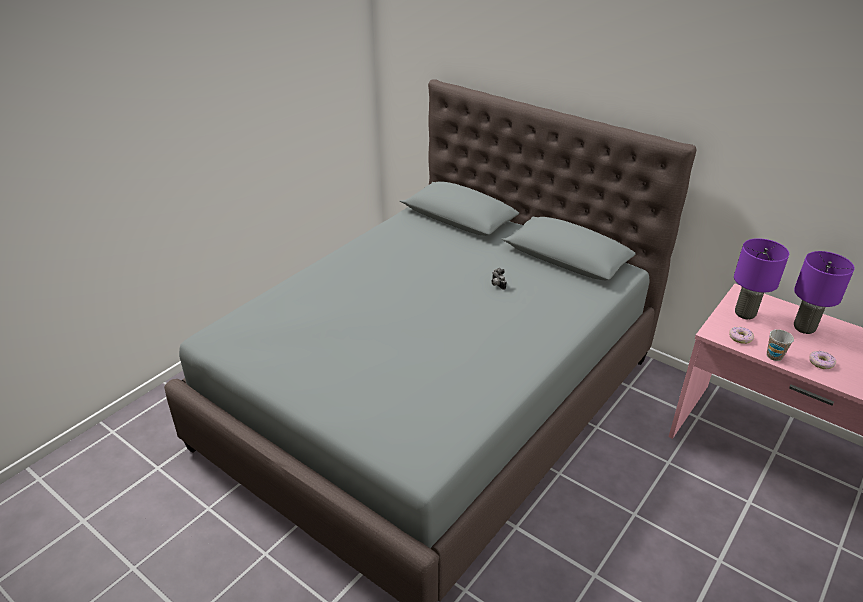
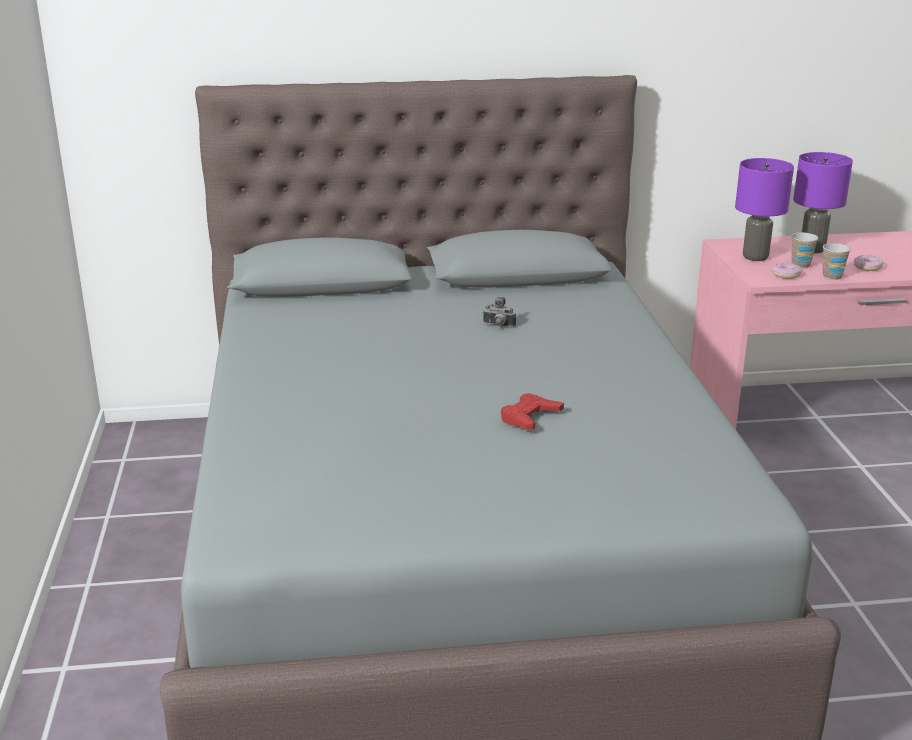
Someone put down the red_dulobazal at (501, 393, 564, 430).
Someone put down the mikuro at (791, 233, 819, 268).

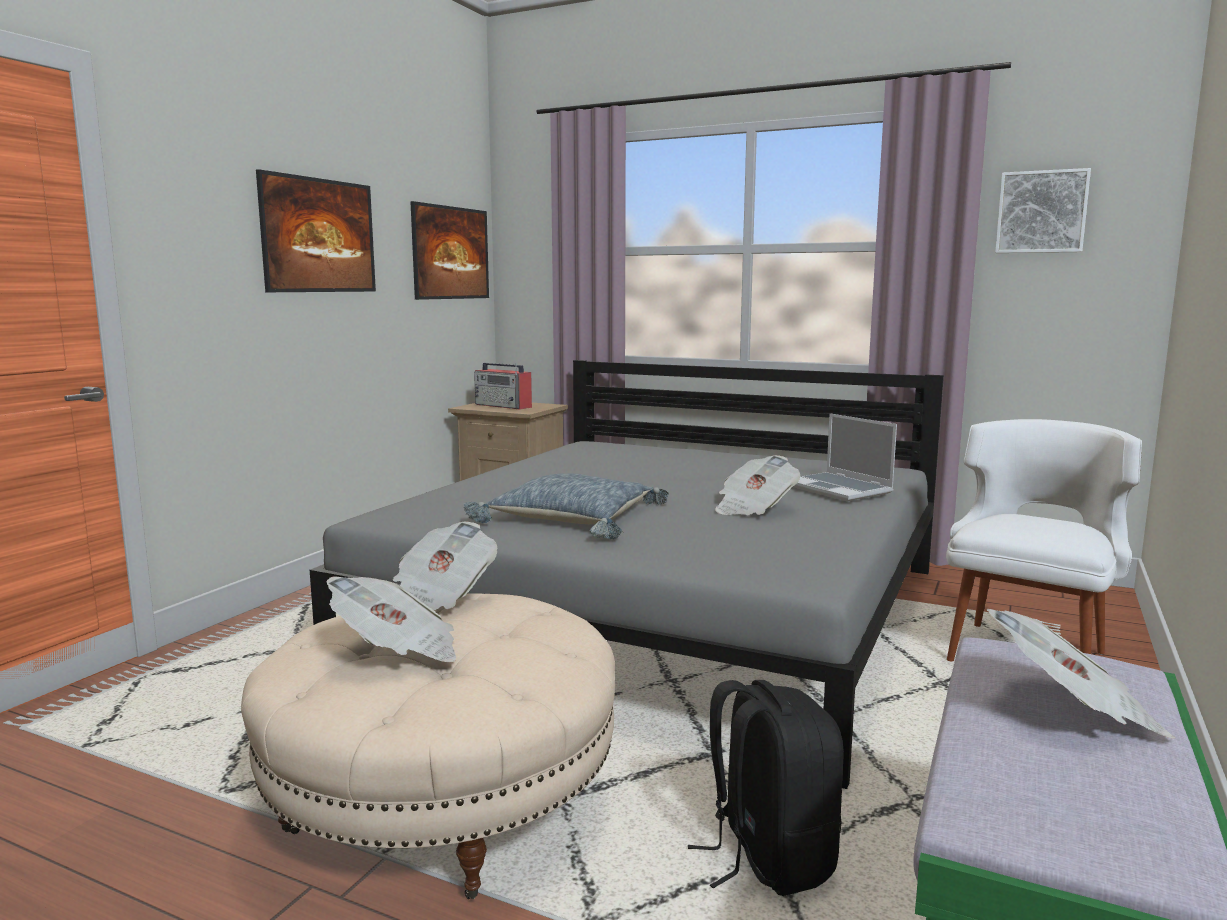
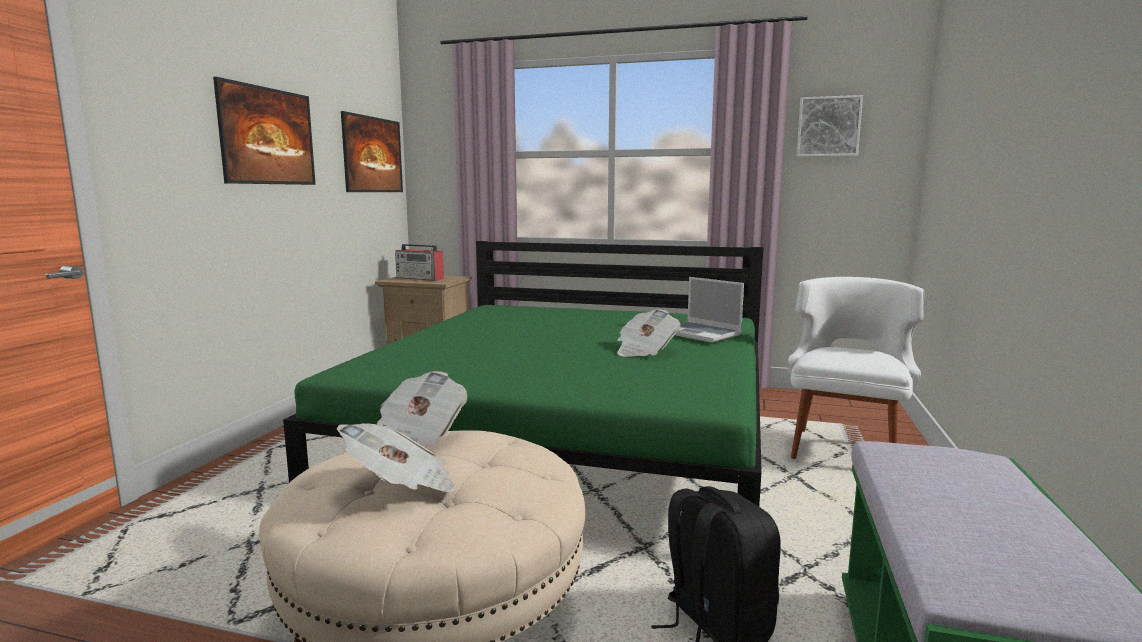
Someone repainted the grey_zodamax at (310, 360, 944, 789), which became the green_zodamax at (283, 241, 763, 506).
Someone took away the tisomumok at (463, 473, 669, 540).
Someone took away the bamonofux at (987, 609, 1176, 739).

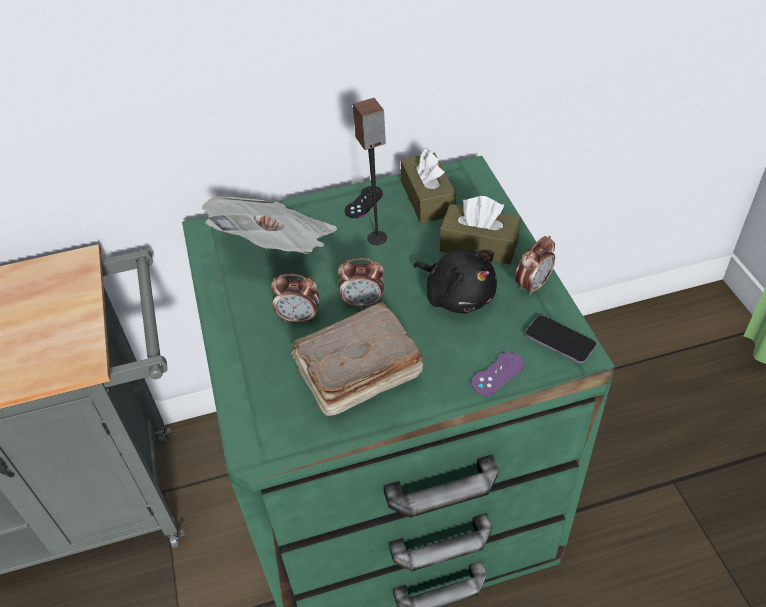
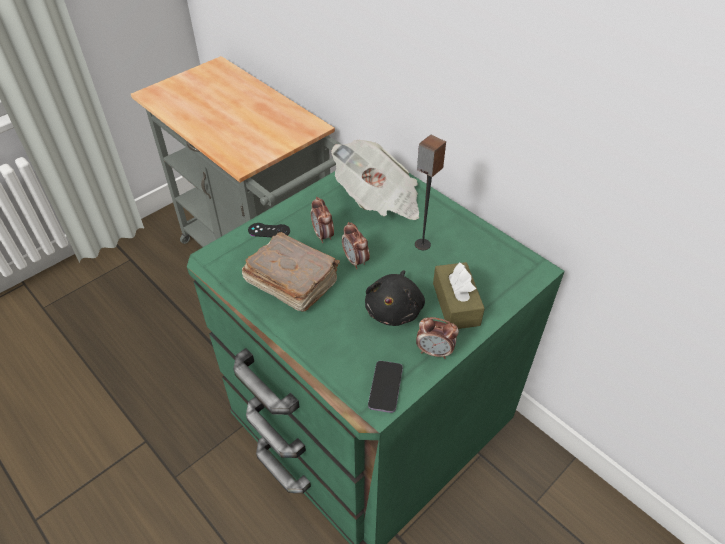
Someone carried the black_dulobazal from (345, 186, 383, 218) to (248, 223, 290, 237).
Someone took away the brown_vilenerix at (401, 148, 456, 223).
Someone took away the purple_dulobazal at (471, 352, 524, 395).

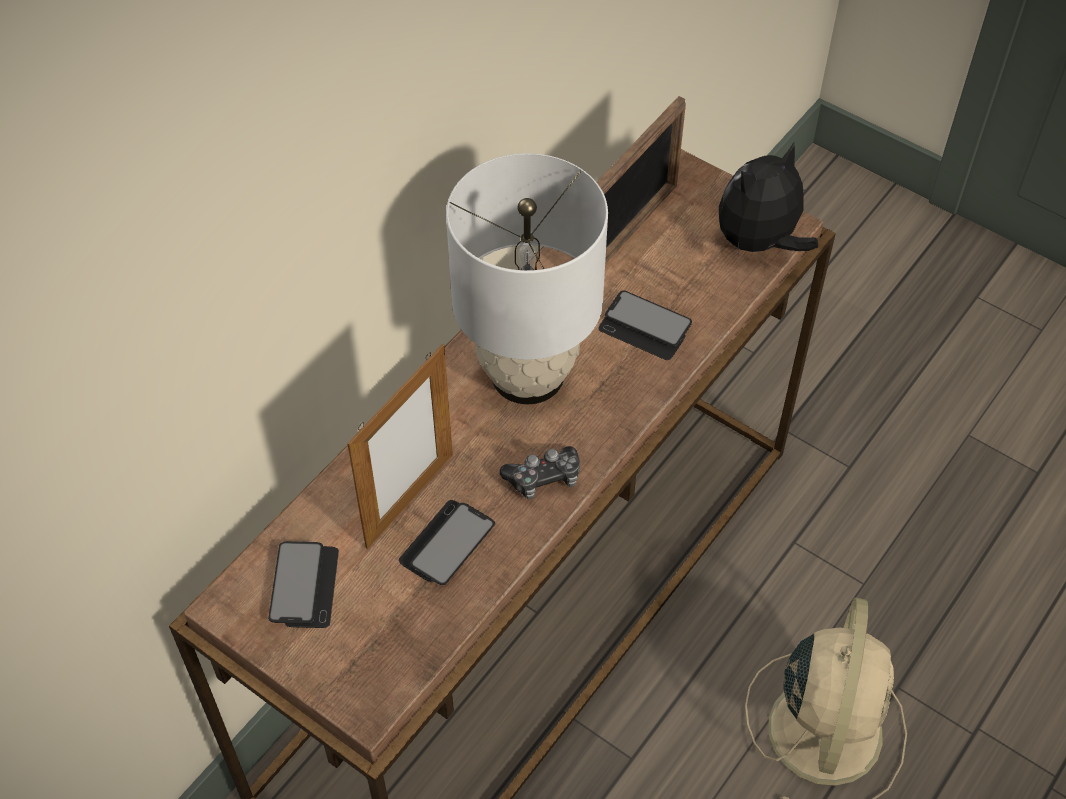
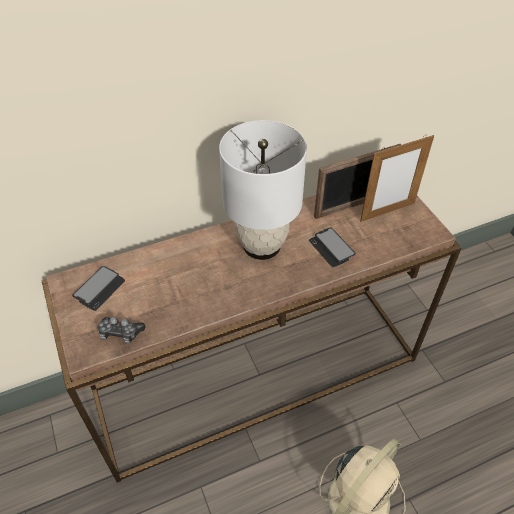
Someone carried the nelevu from (347, 344, 453, 549) to (360, 135, 434, 222).
Someone took away the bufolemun at (399, 500, 495, 585).
Someone carried the dulobazal from (500, 446, 580, 499) to (98, 317, 146, 344).
Someone took away the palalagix at (719, 142, 818, 256).

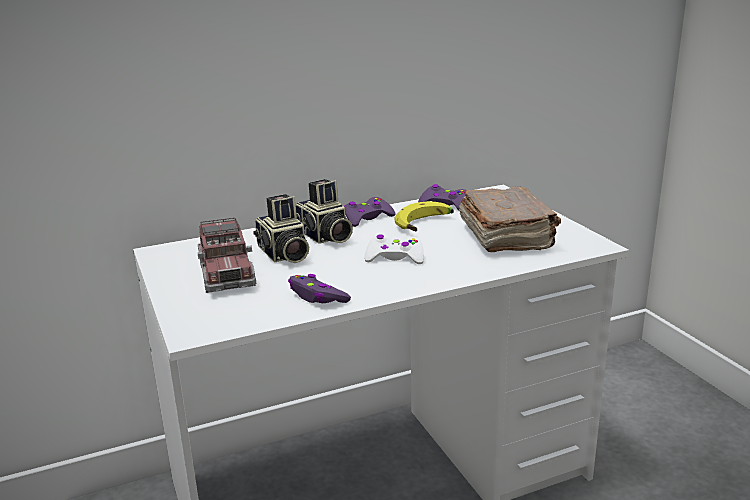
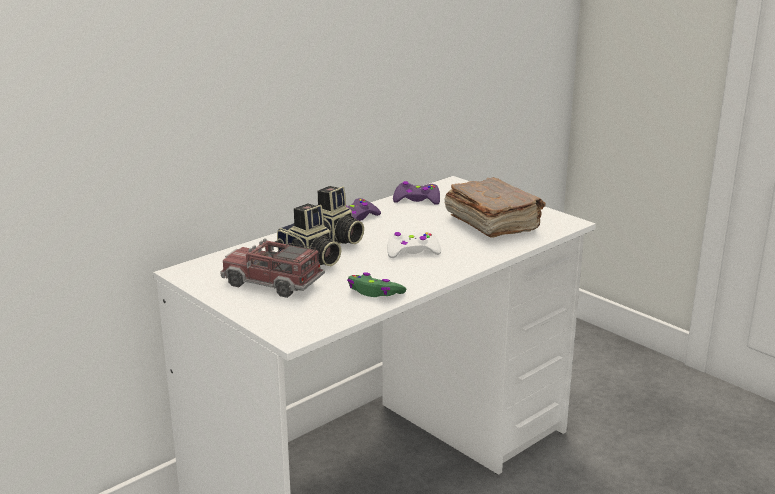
Someone rotated the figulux at (198, 218, 256, 293) by 150 degrees clockwise.
Someone repainted the purple_dulobazal at (288, 274, 351, 303), which became the green_dulobazal at (347, 272, 406, 297).
Someone took away the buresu at (394, 201, 454, 231).

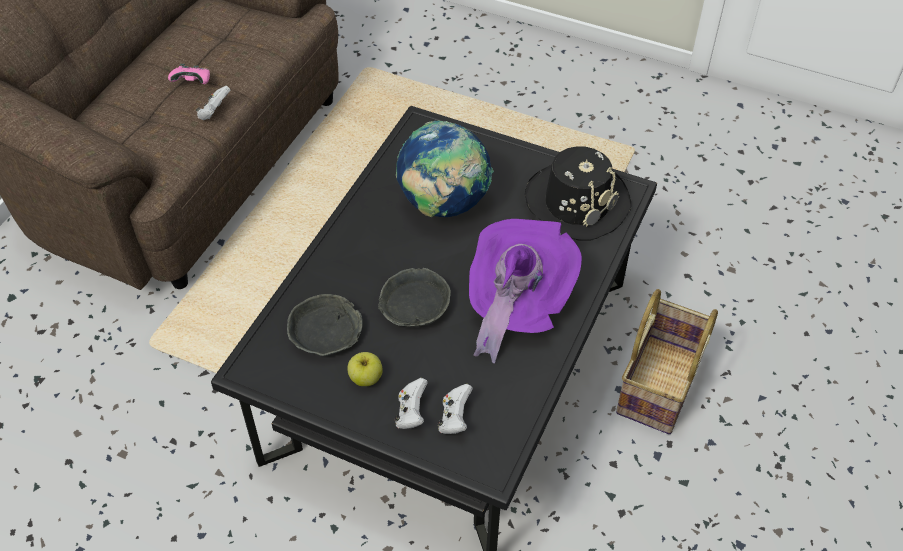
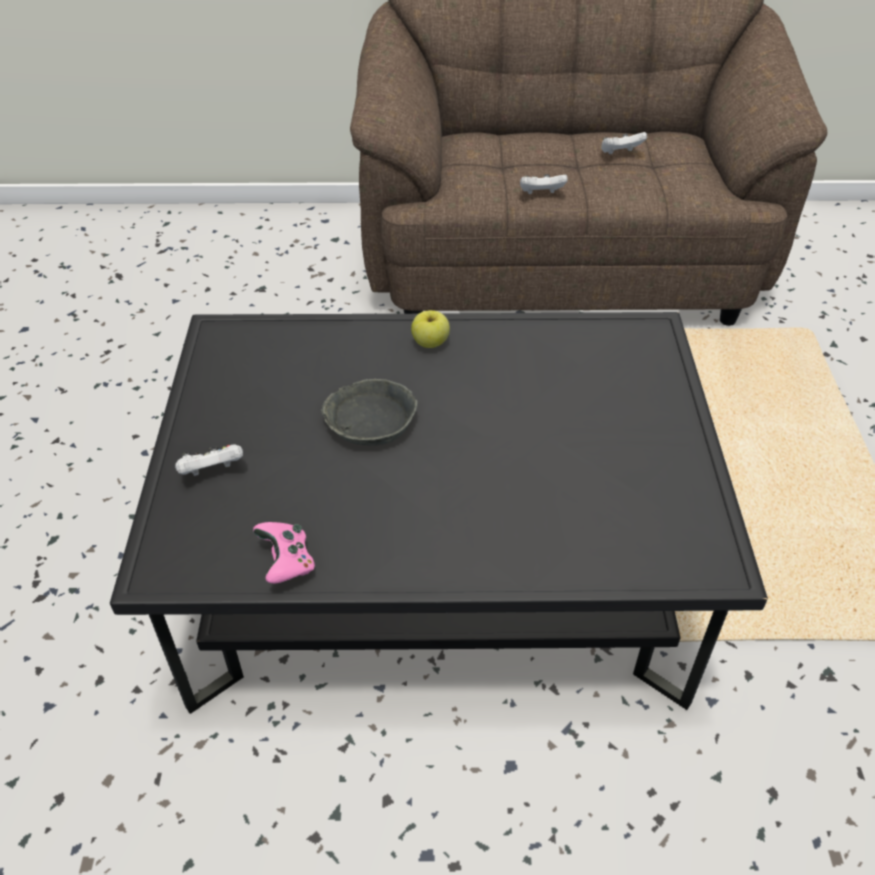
Someone carried the pink_dulobazal from (168, 64, 210, 84) to (253, 522, 315, 584).
Someone took away the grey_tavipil at (287, 294, 363, 356).
Someone carried the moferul from (347, 352, 383, 386) to (411, 310, 450, 348).
Someone took away the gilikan at (396, 120, 494, 217).
Someone carried the white_dulobazal from (438, 384, 473, 434) to (601, 132, 647, 155).
Someone took away the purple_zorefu at (469, 219, 582, 364).
Someone took away the black_zorefu at (525, 146, 631, 241).
Someone took away the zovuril at (616, 289, 718, 434).

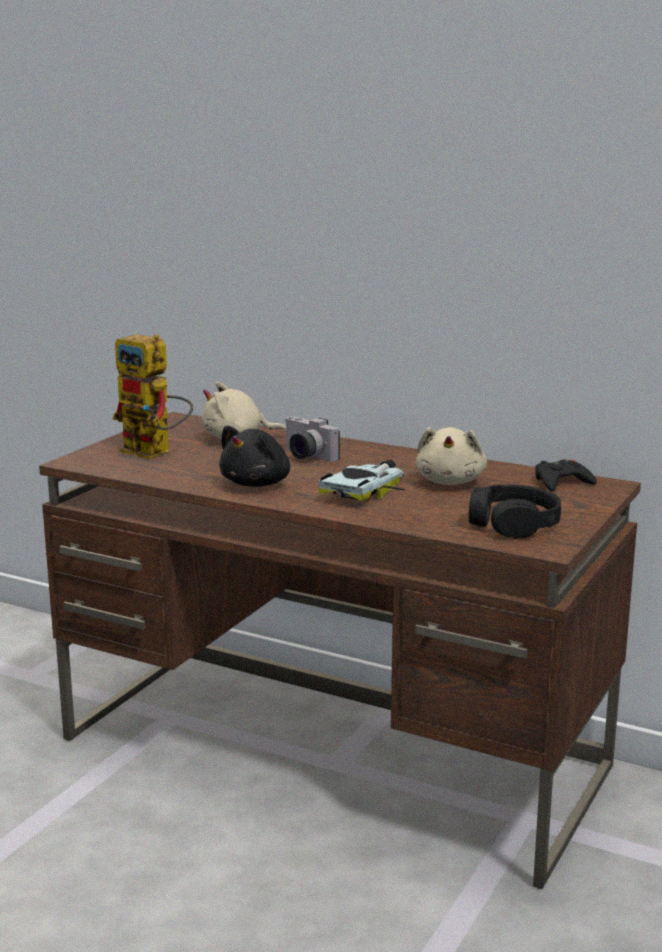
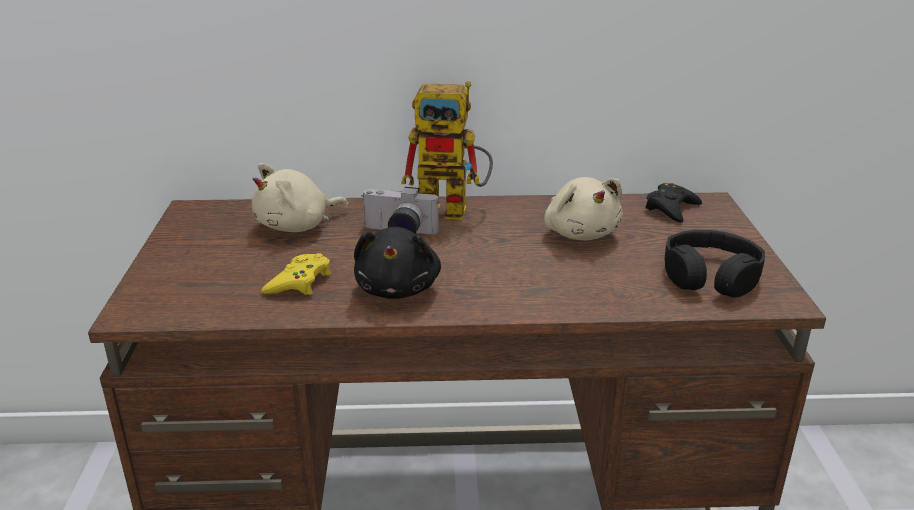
Someone carried the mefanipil from (112, 334, 193, 459) to (401, 81, 493, 220).
Someone took away the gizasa at (318, 459, 405, 501).
Someone put down the yellow_dulobazal at (261, 253, 331, 295).

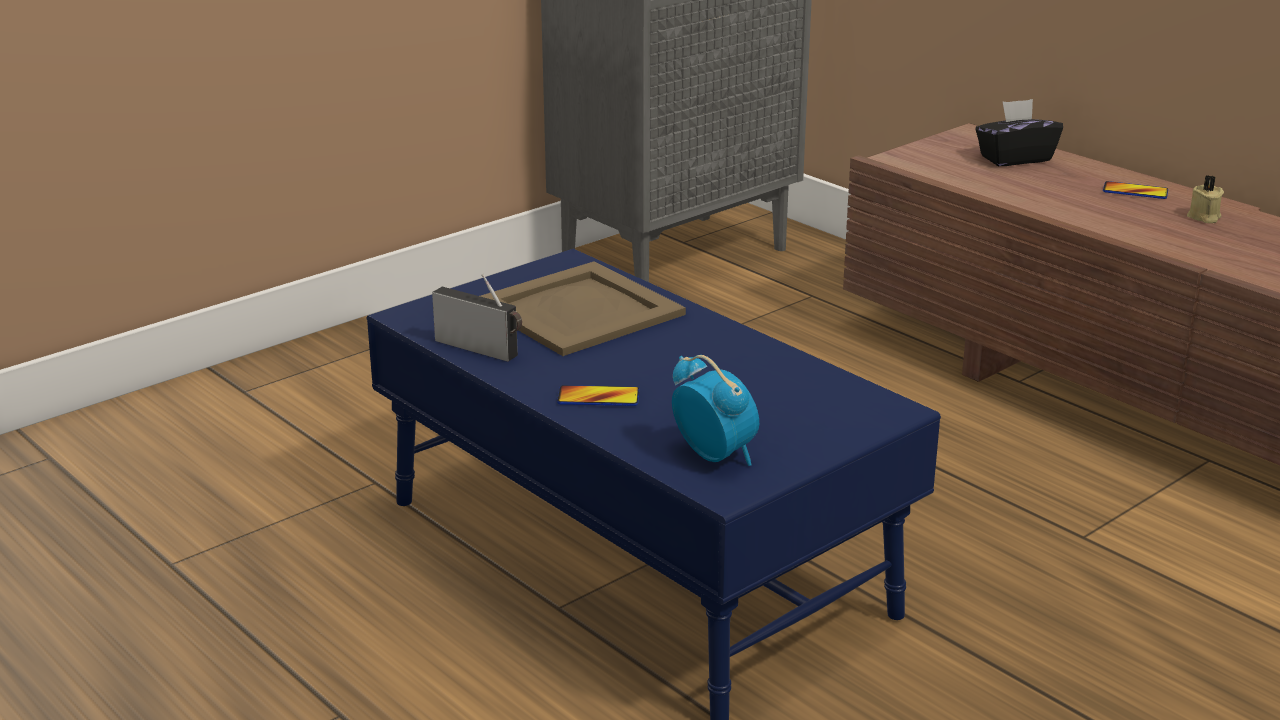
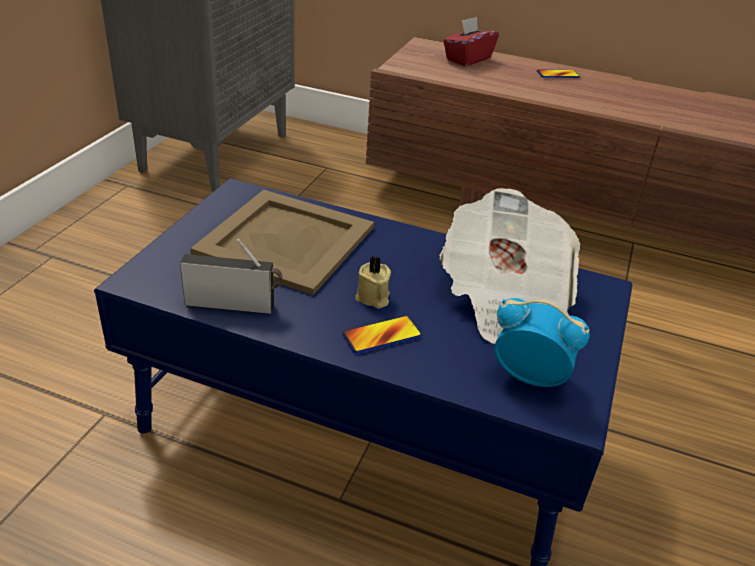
Someone repainted the black_vilenerix at (975, 99, 1063, 166), which became the red_vilenerix at (443, 17, 499, 66).
Someone carried the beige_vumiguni from (1187, 175, 1224, 223) to (355, 256, 391, 308).
Someone put down the bamonofux at (440, 188, 580, 344).

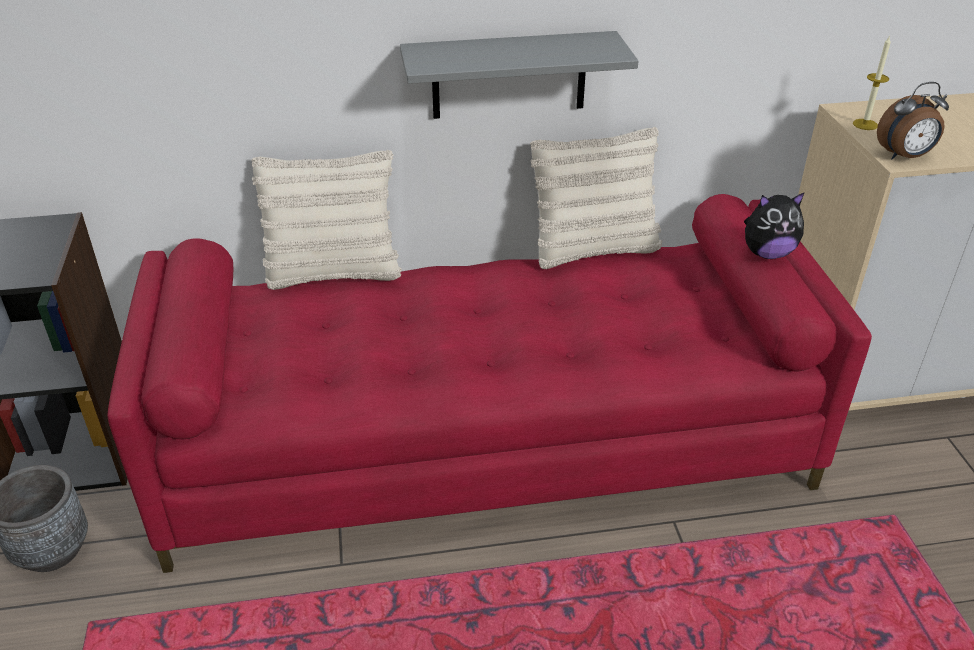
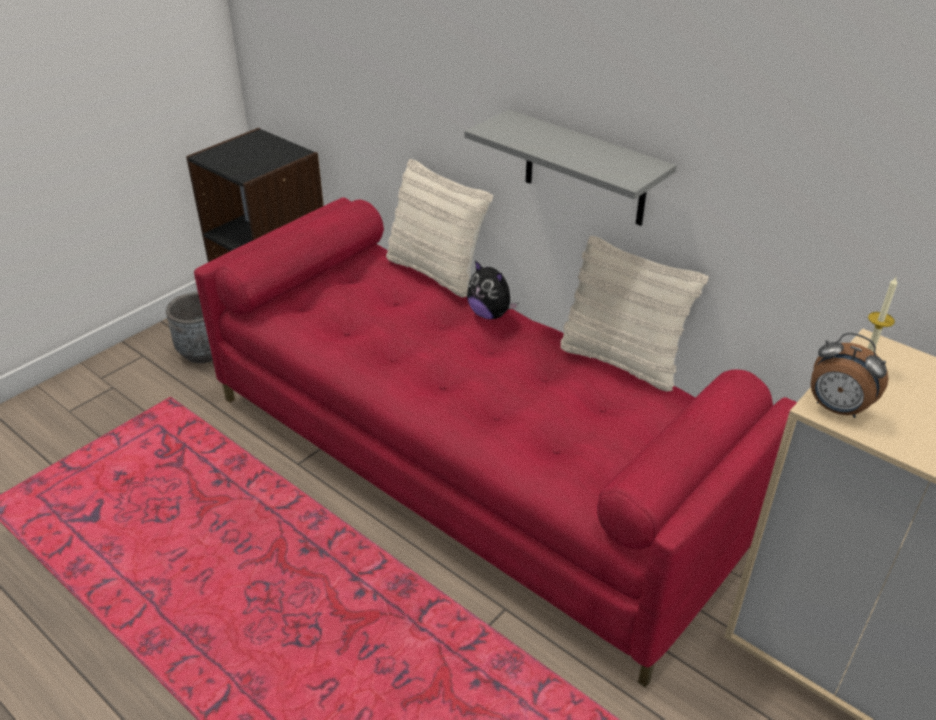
Someone carried the palalagix from (744, 192, 805, 259) to (467, 260, 519, 319).

